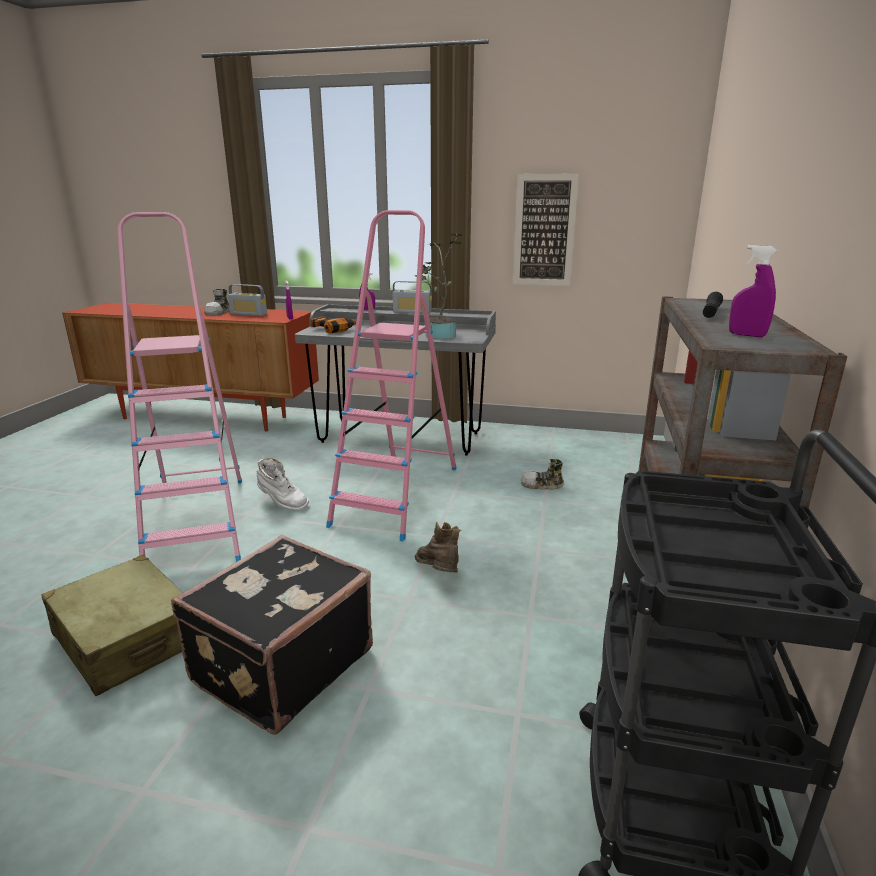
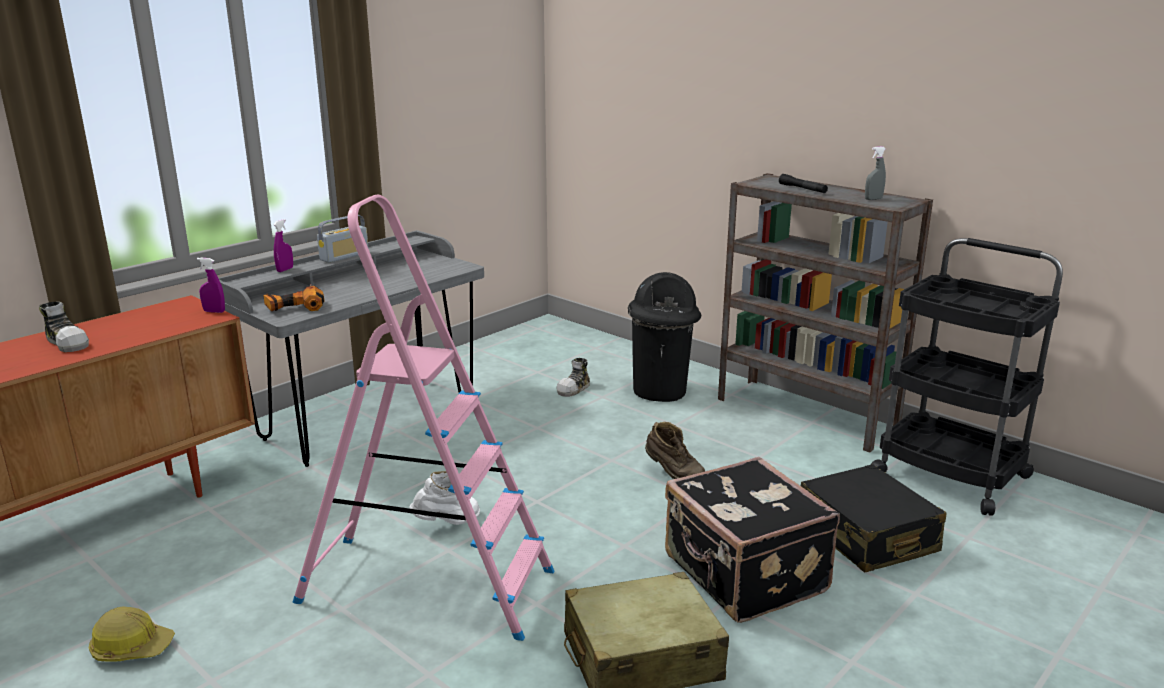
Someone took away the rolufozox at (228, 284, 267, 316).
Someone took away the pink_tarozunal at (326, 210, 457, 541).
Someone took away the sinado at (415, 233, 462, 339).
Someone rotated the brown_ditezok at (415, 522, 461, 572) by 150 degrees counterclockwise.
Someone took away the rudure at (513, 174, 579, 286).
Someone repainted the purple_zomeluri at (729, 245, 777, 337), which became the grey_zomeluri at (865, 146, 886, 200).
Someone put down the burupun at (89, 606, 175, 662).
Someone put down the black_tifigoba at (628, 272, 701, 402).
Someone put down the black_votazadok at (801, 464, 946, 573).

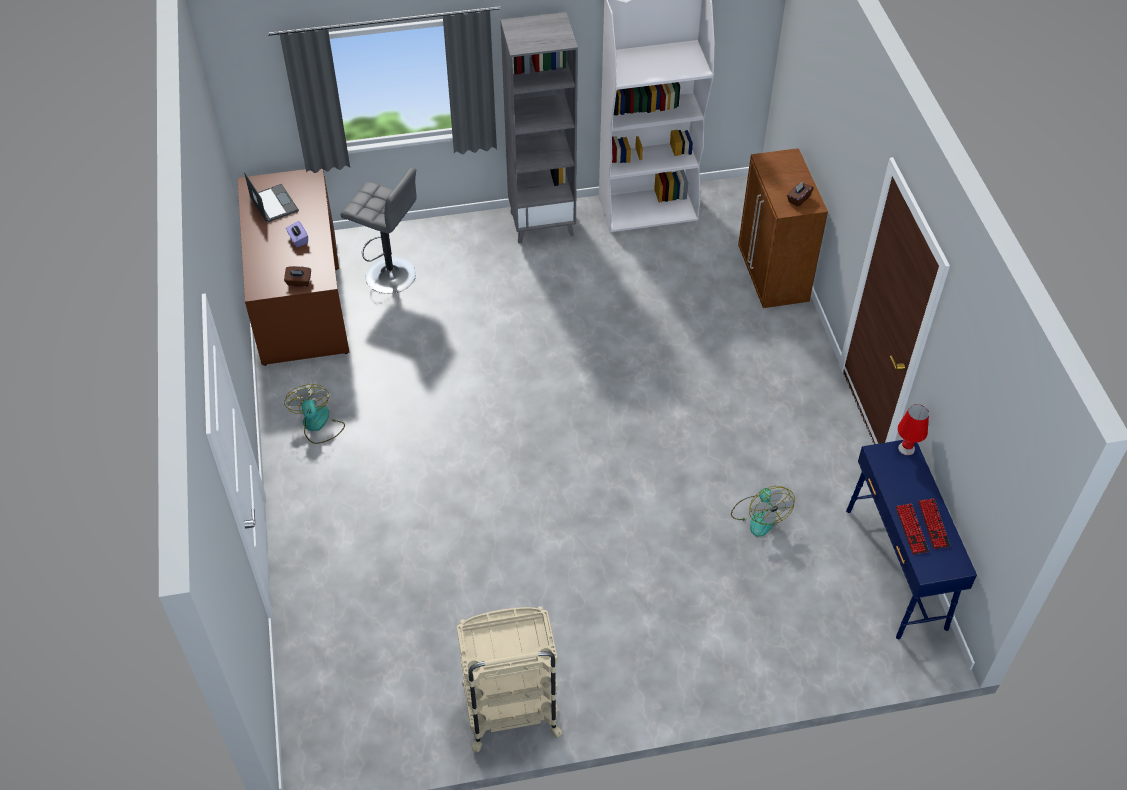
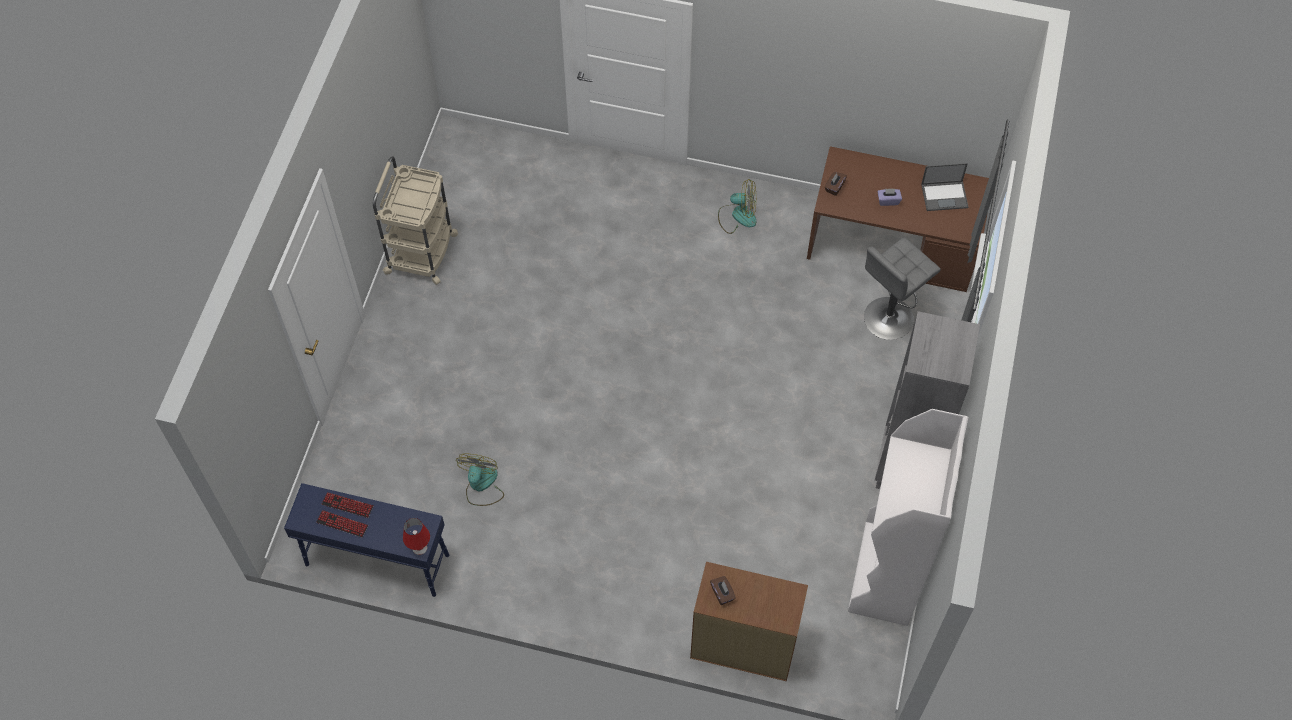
Someone rotated the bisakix at (731, 486, 795, 537) by 90 degrees clockwise.

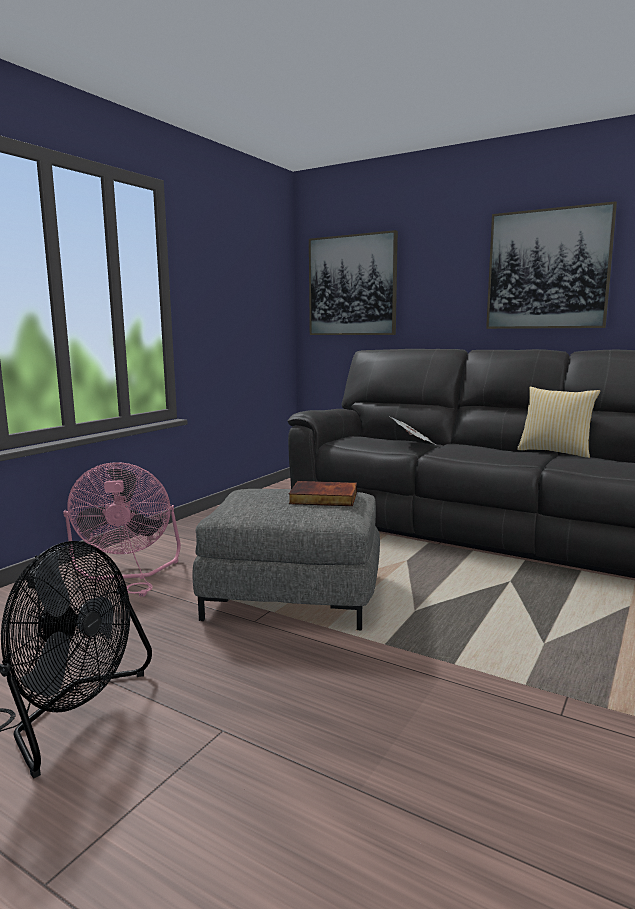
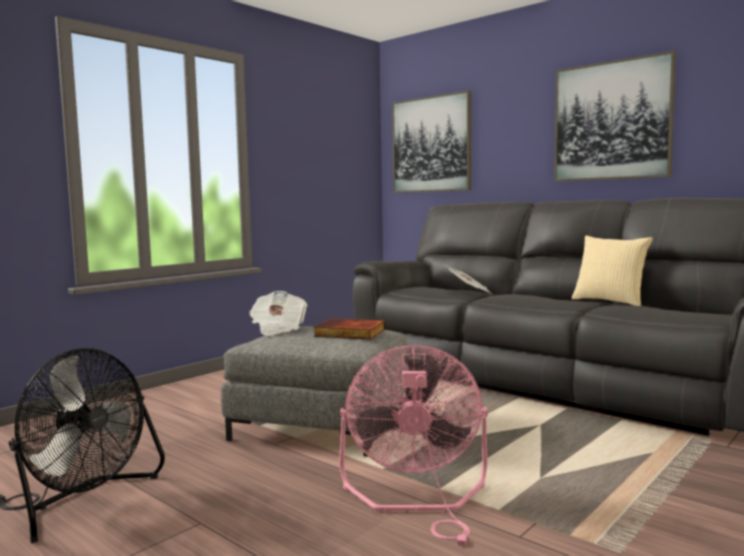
Someone carried the pink_bisakix from (63, 462, 181, 597) to (339, 345, 488, 546).
Someone put down the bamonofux at (249, 291, 307, 335).

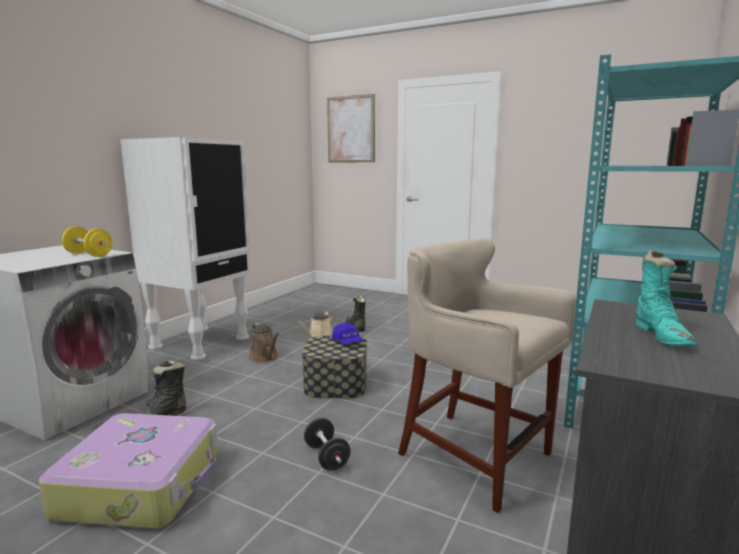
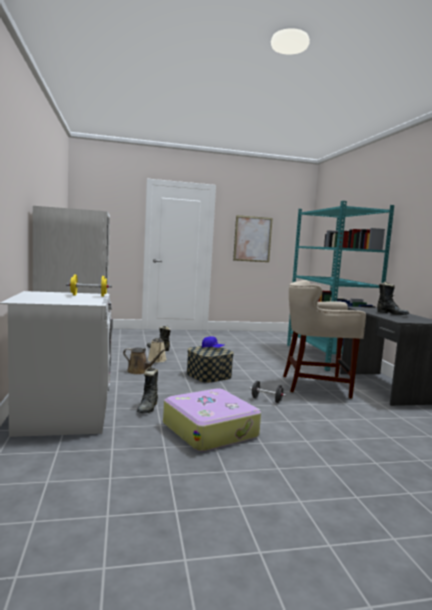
Someone carried the rudure from (327, 94, 375, 162) to (233, 215, 273, 262).
Someone repainted the turquoise_ditezok at (636, 250, 696, 346), which became the black_ditezok at (377, 282, 409, 315).

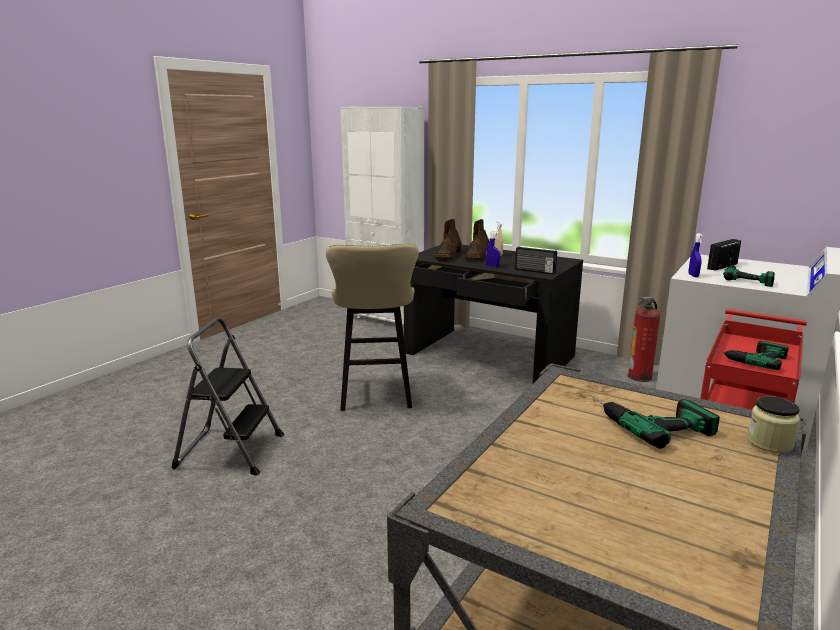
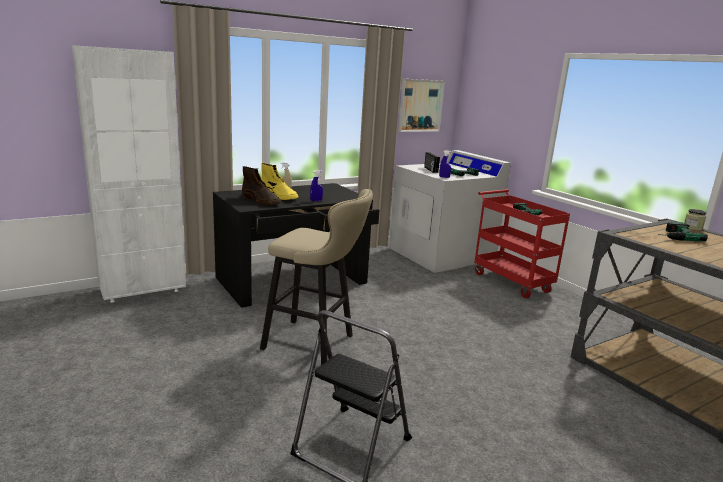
Someone repainted the brown_ditezok at (465, 219, 489, 260), which became the yellow_ditezok at (261, 163, 298, 200).
Someone took away the rolufozox at (515, 247, 557, 274).
Someone took away the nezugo at (628, 297, 660, 382).
Someone put up the rudure at (398, 79, 445, 132).

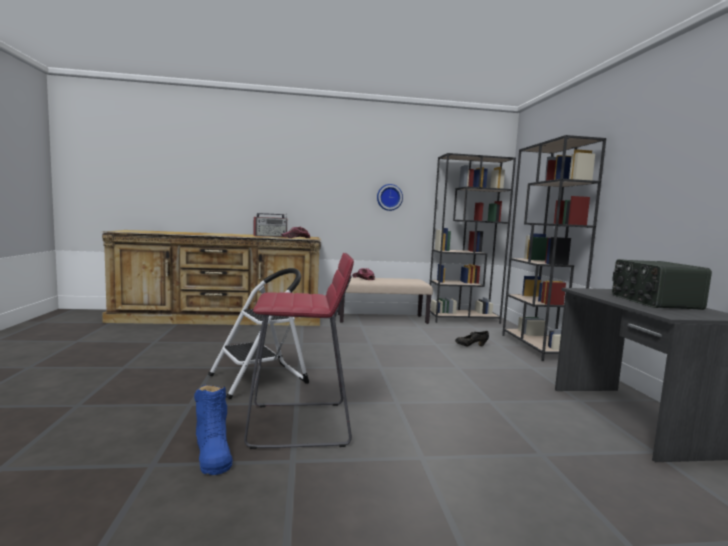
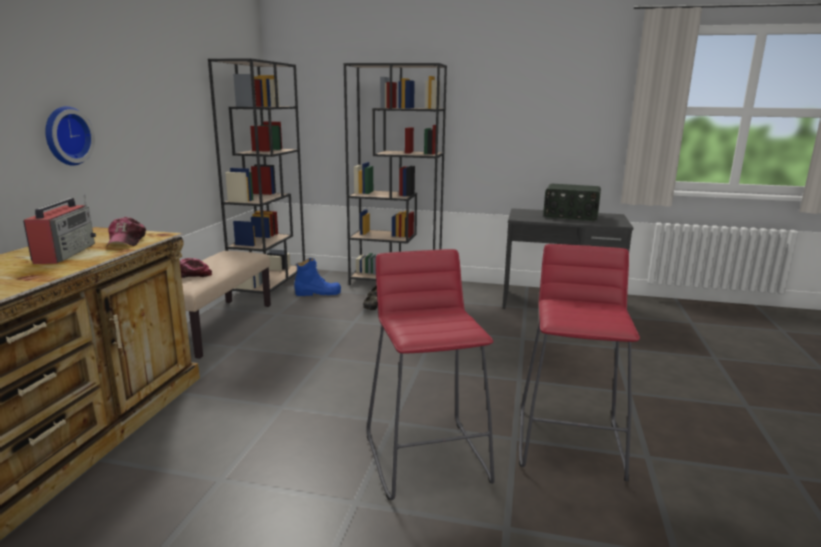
Someone carried the blue_ditezok from (194, 385, 233, 475) to (294, 258, 341, 296).
Someone swapped the tarozunal at (208, 268, 309, 399) for the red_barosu at (367, 249, 495, 500).
Someone carried the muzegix from (377, 184, 403, 211) to (45, 106, 95, 166).

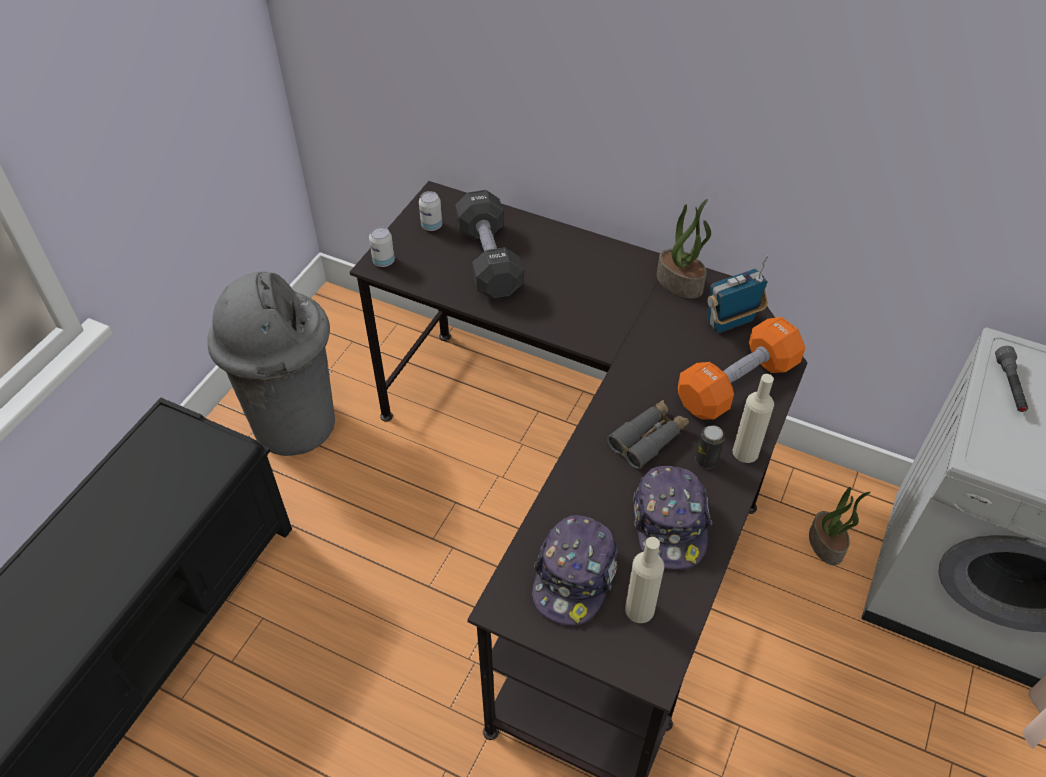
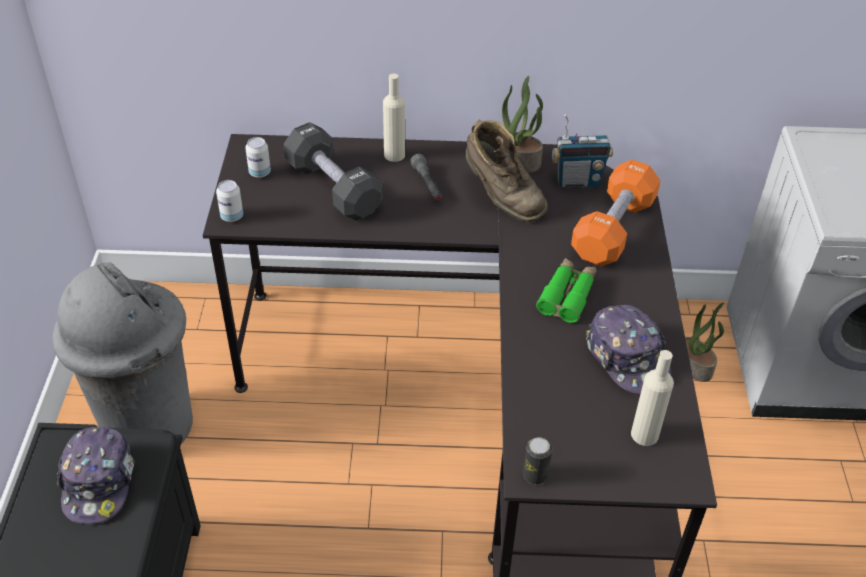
Someone carried the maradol from (532, 515, 618, 625) to (57, 427, 135, 524).
Someone repainted the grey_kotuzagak at (607, 400, 689, 469), which became the green_kotuzagak at (536, 258, 596, 323).
Someone carried the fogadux from (696, 425, 725, 469) to (523, 437, 552, 485).
Someone rotated the rolufozox at (707, 255, 769, 333) by 135 degrees counterclockwise.
Someone carried the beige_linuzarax from (733, 374, 774, 463) to (383, 74, 405, 162).
Someone carried the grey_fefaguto from (995, 346, 1028, 412) to (410, 154, 442, 201).
Someone put down the brown_ditezok at (465, 119, 548, 223).

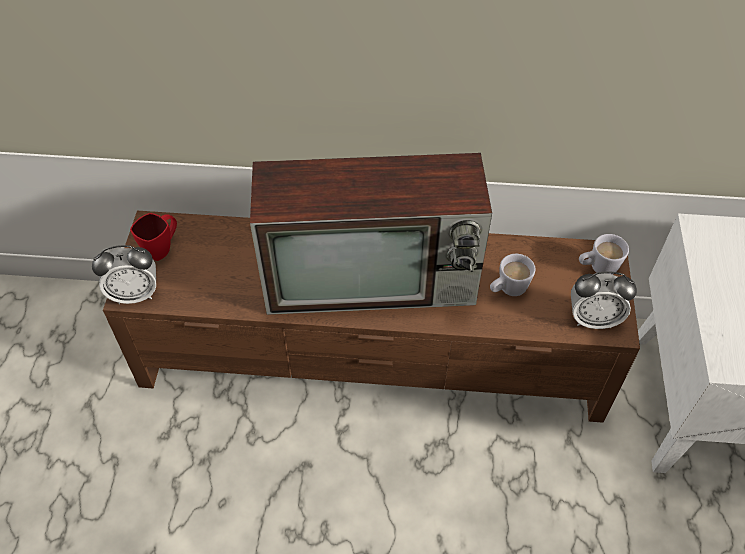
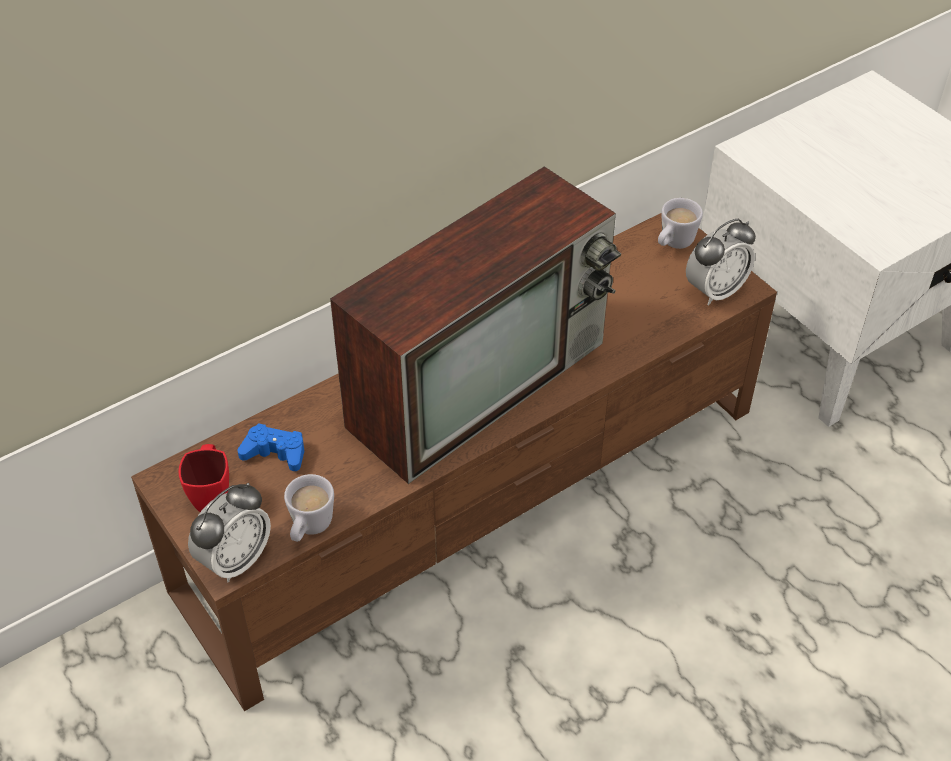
Someone carried the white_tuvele from (490, 254, 535, 296) to (284, 474, 334, 542).
Someone put down the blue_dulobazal at (237, 423, 304, 471).

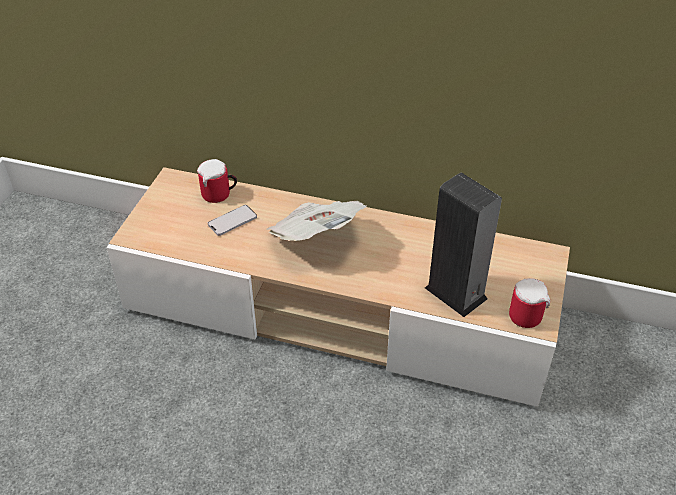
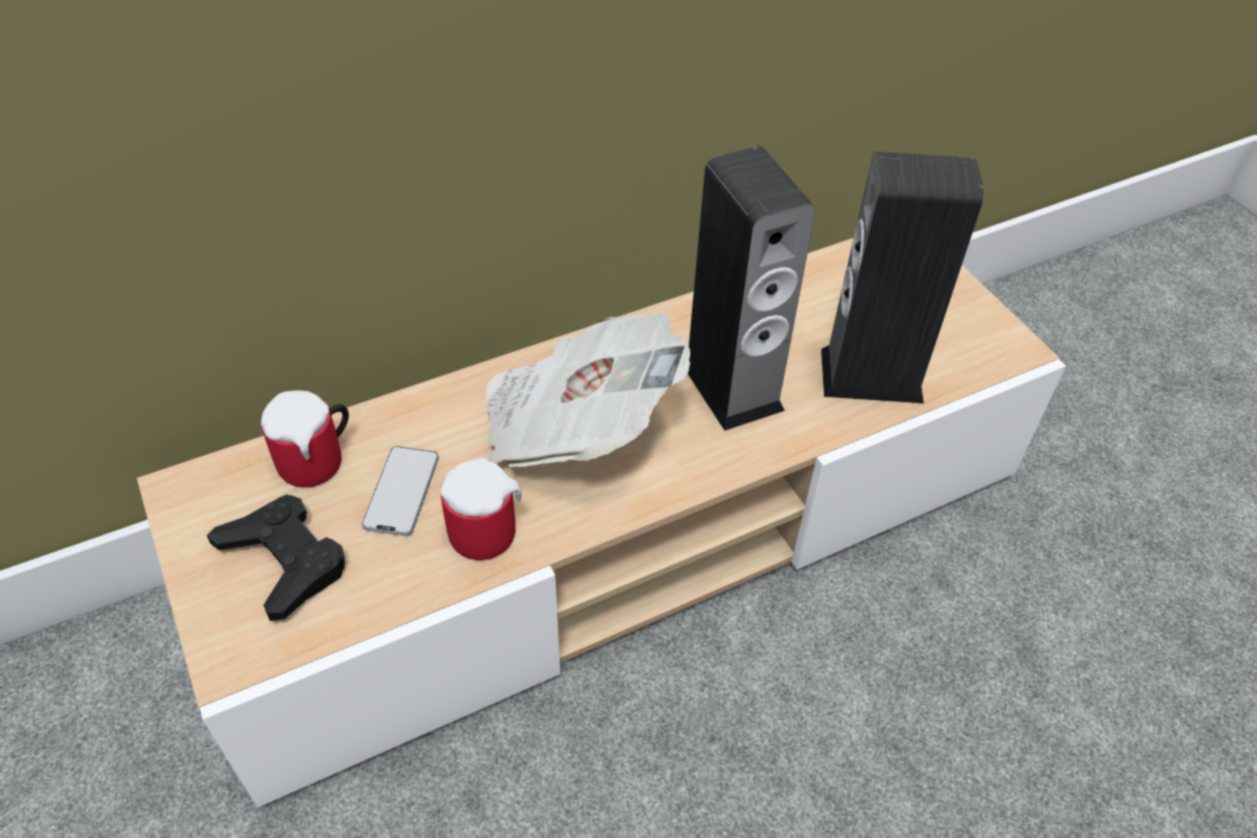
Someone carried the tuvele from (509, 278, 550, 328) to (440, 458, 522, 560).
Someone put down the black_dulobazal at (207, 494, 345, 621).
Someone put down the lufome at (688, 146, 816, 431).

